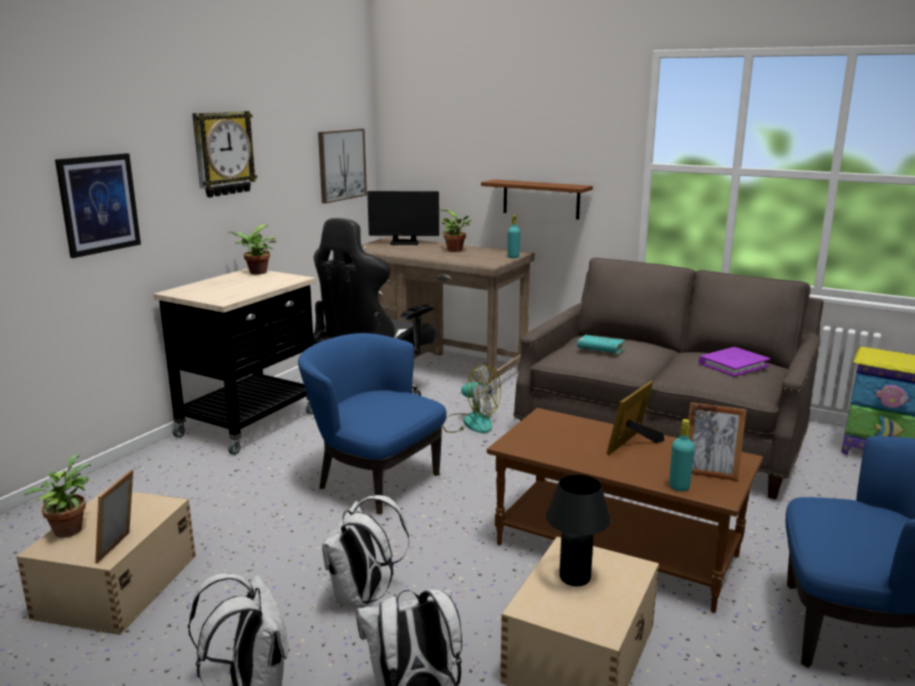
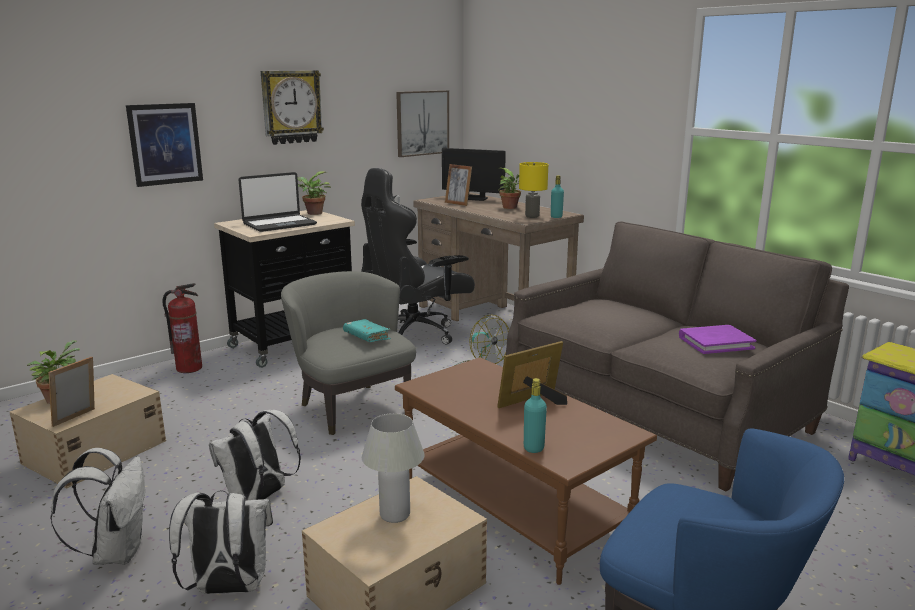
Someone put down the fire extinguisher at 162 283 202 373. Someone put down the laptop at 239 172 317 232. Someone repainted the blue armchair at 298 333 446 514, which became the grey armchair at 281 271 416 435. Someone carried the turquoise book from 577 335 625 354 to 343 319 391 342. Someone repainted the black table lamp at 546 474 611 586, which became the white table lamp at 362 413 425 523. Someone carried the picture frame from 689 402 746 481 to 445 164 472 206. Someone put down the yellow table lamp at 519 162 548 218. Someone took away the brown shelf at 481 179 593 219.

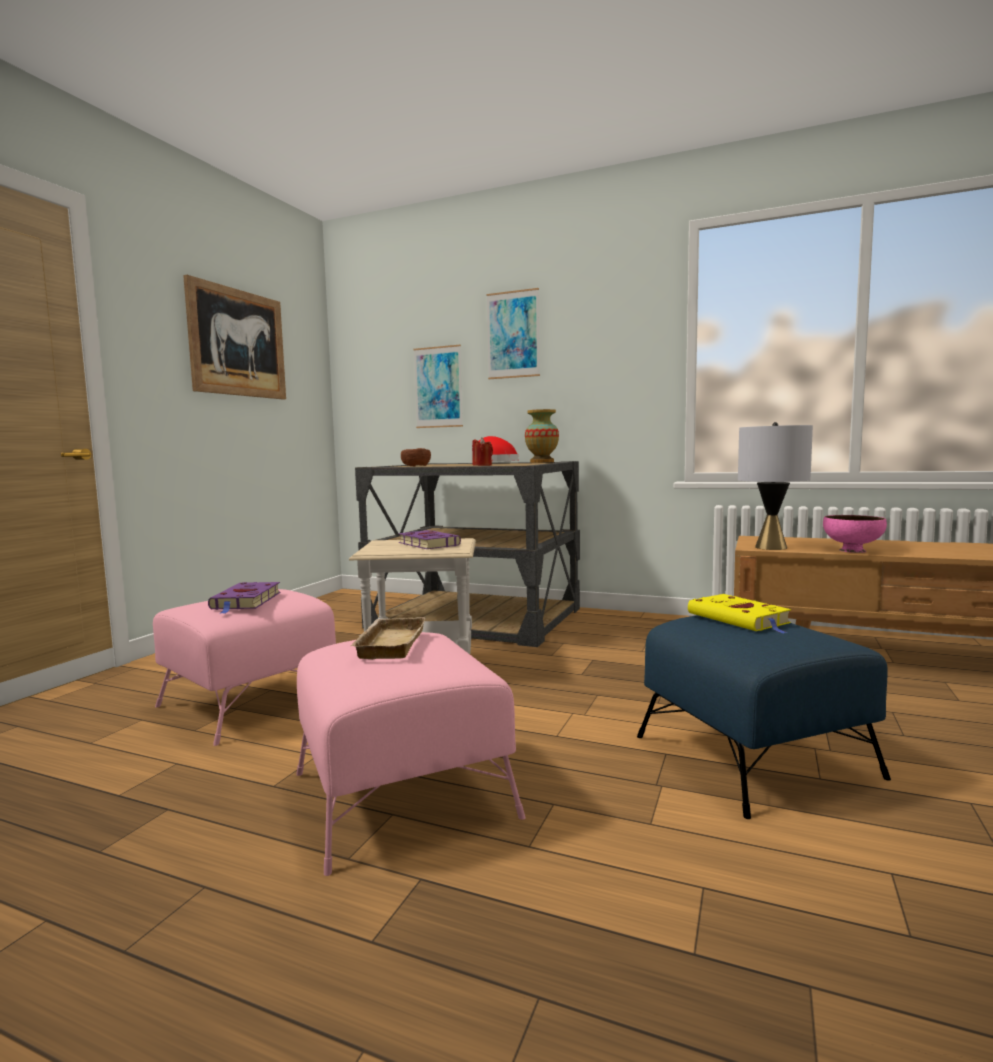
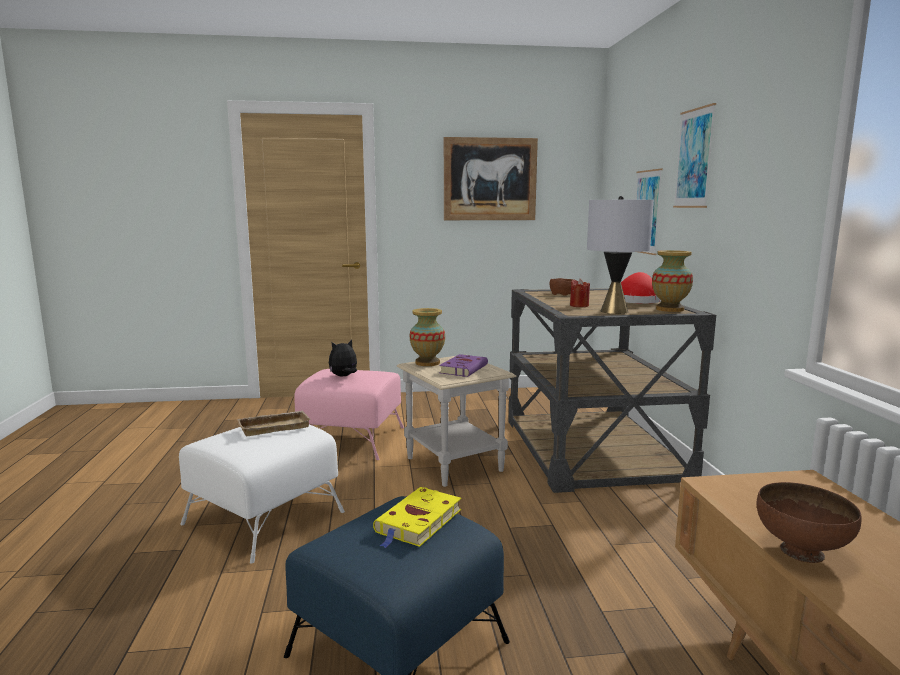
Someone repainted the pink ottoman at 296 632 526 876, which became the white ottoman at 179 425 345 564. Someone swapped the purple book at 208 582 281 614 for the plush toy at 329 340 357 376. Someone put down the vase at 410 308 445 366. Someone carried the grey table lamp from 738 422 813 550 to 587 196 654 314. Someone repainted the pink bowl at 823 515 887 553, which became the brown bowl at 757 482 862 563.

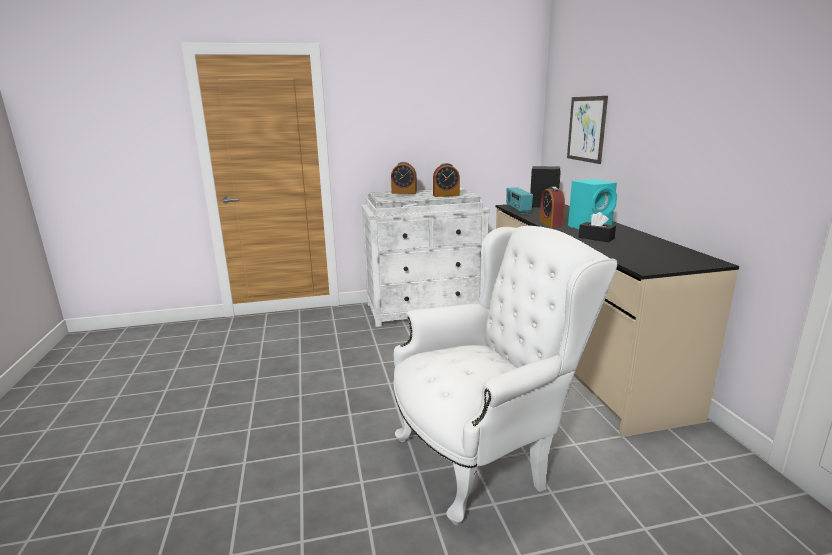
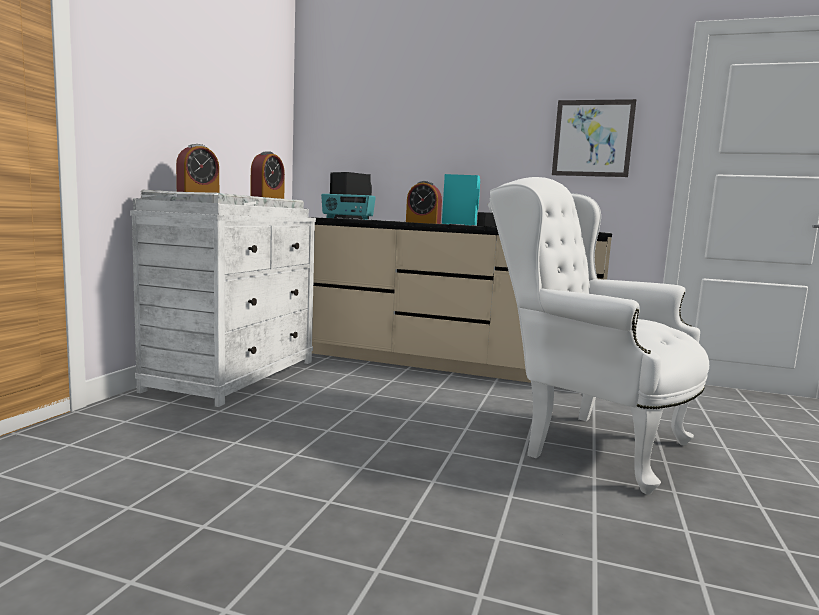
Someone rotated the white armchair at 394 226 617 525 by 60 degrees counterclockwise. Someone carried the picture from 567 96 608 164 to 552 99 636 177.

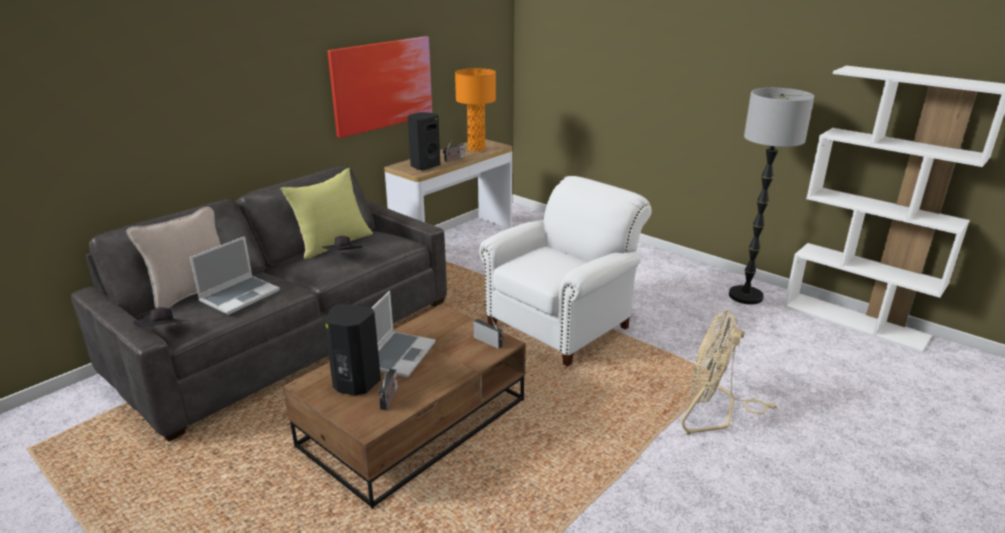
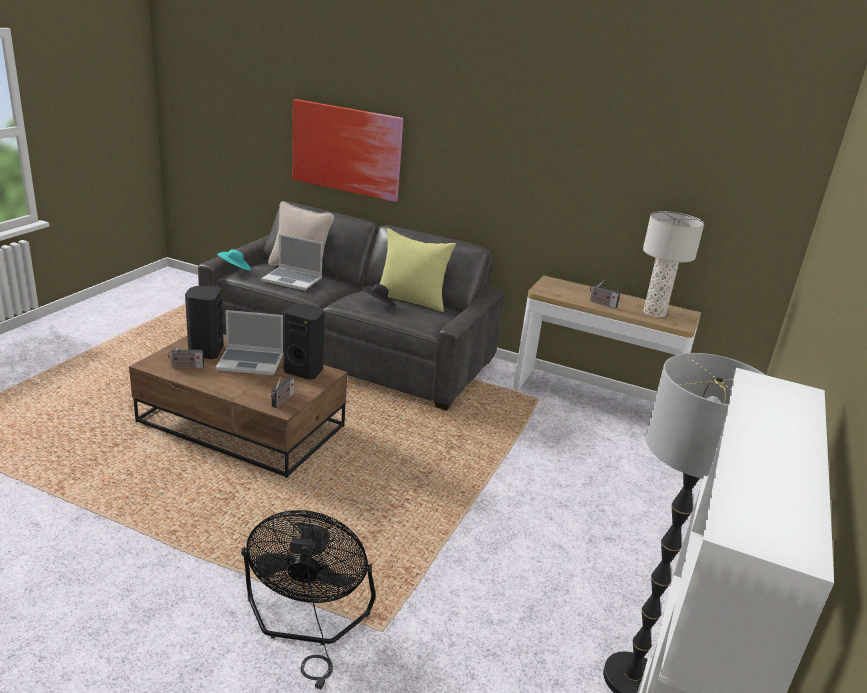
Someone repainted the black hat at 134 307 188 328, which became the turquoise hat at 217 249 251 271. Someone repainted the beige fan at 681 310 776 435, which became the black fan at 241 510 376 689. Someone carried the black speaker from 408 112 440 171 to 284 304 325 380. Someone carried the picture from 328 36 432 138 to 292 99 403 202. Someone repainted the orange table lamp at 455 68 496 152, which became the white table lamp at 643 211 704 317. Someone took away the white armchair at 479 176 652 366.

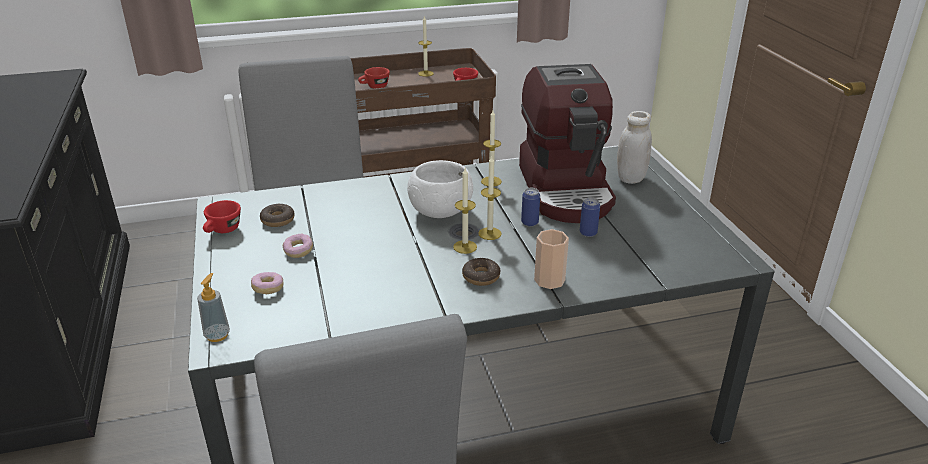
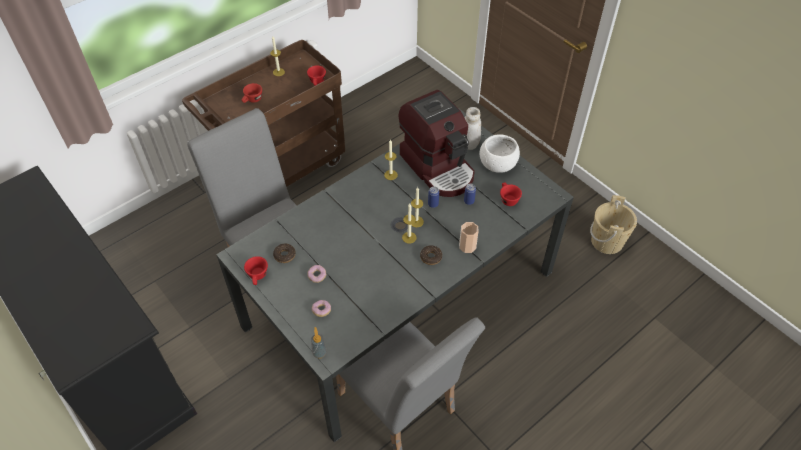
Someone carried the white bowl from 407 160 473 218 to 479 134 520 173. Someone put down the red cup at 500 183 522 206. Someone put down the beige bucket at 590 195 637 254.

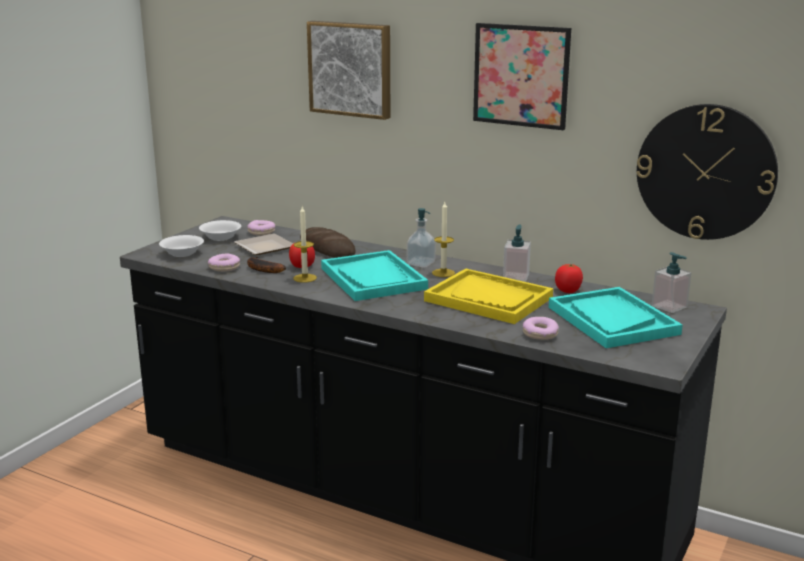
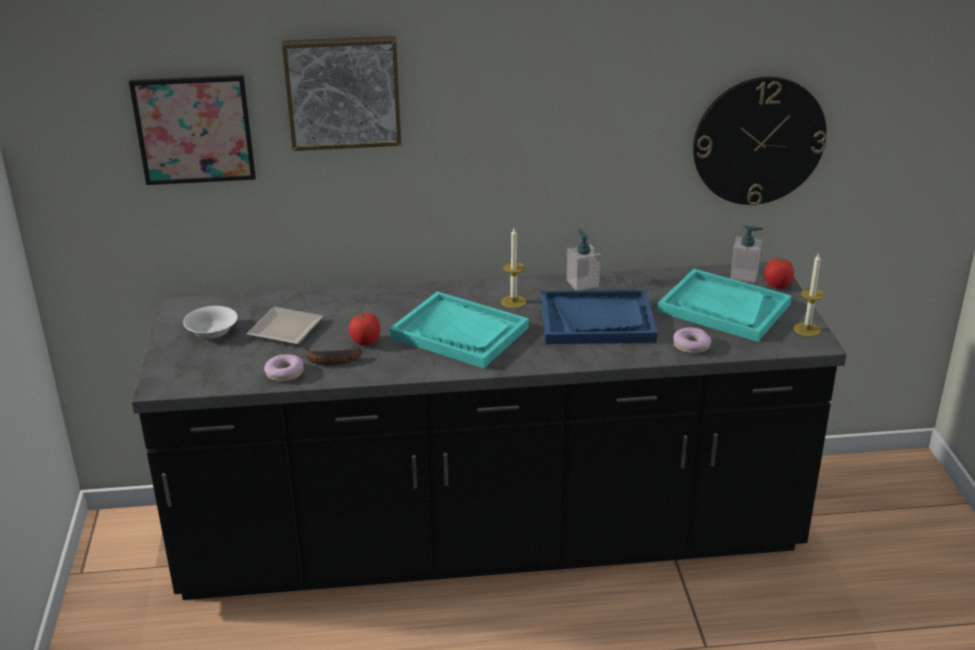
Someone carried the picture from 473 23 571 130 to 129 75 256 185. Someone repainted the yellow tray at 424 269 553 324, which became the blue tray at 541 290 658 344. Someone carried the tomato from 555 264 583 293 to 764 258 794 289. Someone carried the candle from 293 206 317 283 to 794 253 824 337. Someone took away the white bowl at 159 235 204 257. Someone took away the donut at 247 220 275 236. Someone took away the bread at 300 227 356 258. Someone took away the soap dispenser at 407 208 436 267.

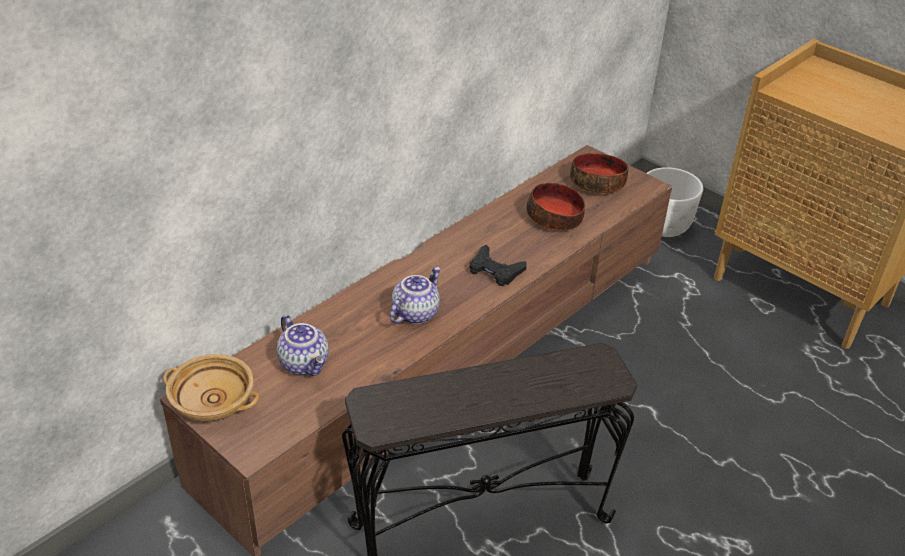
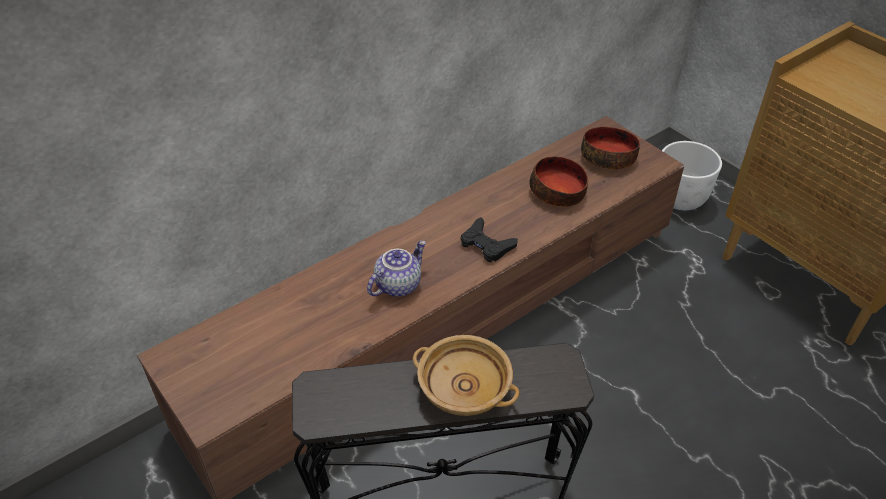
Someone carried the beige bowl from 163 354 259 421 to 413 335 519 416. Someone took away the teapot at 277 315 329 376.

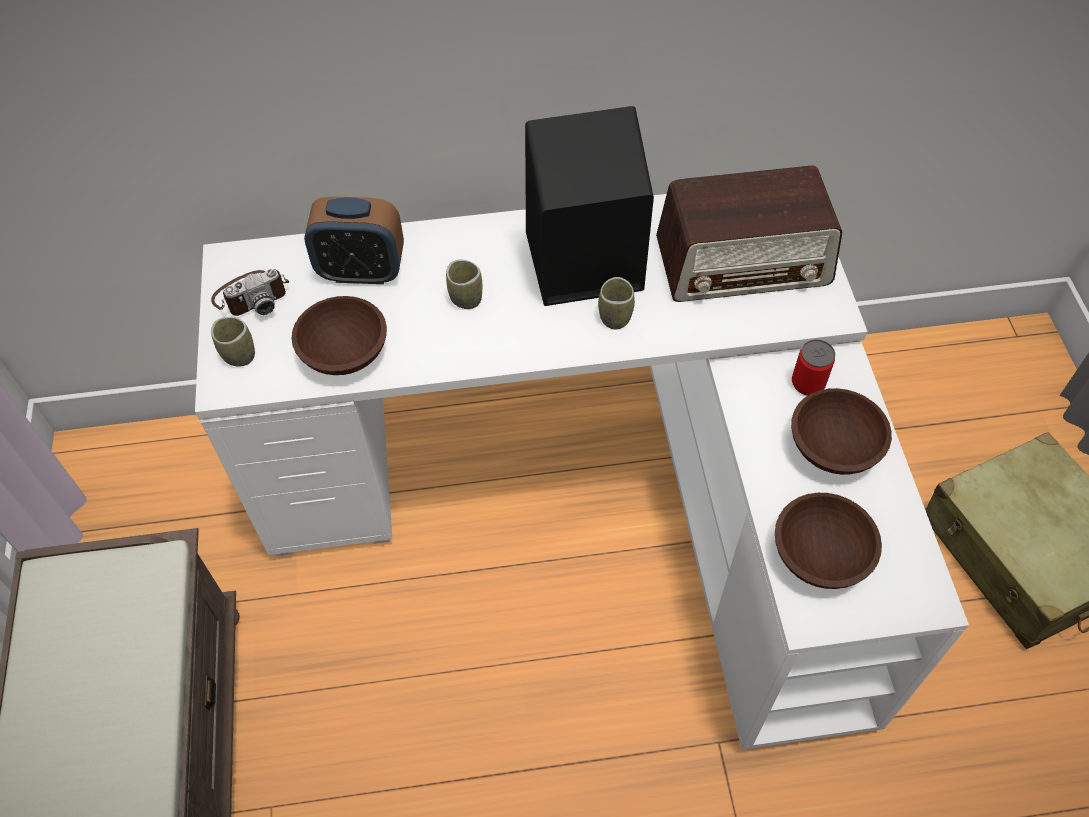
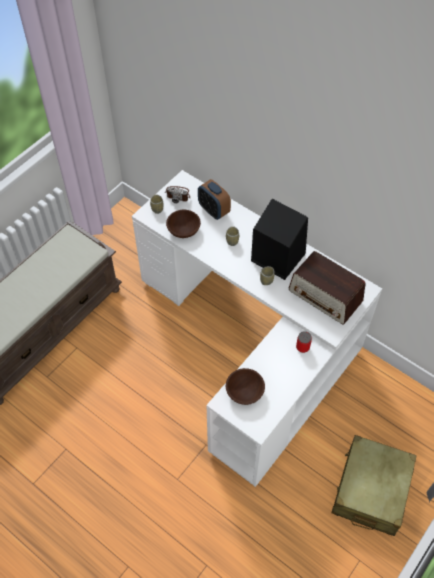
Someone took away the brown bowl at 791 388 892 475.

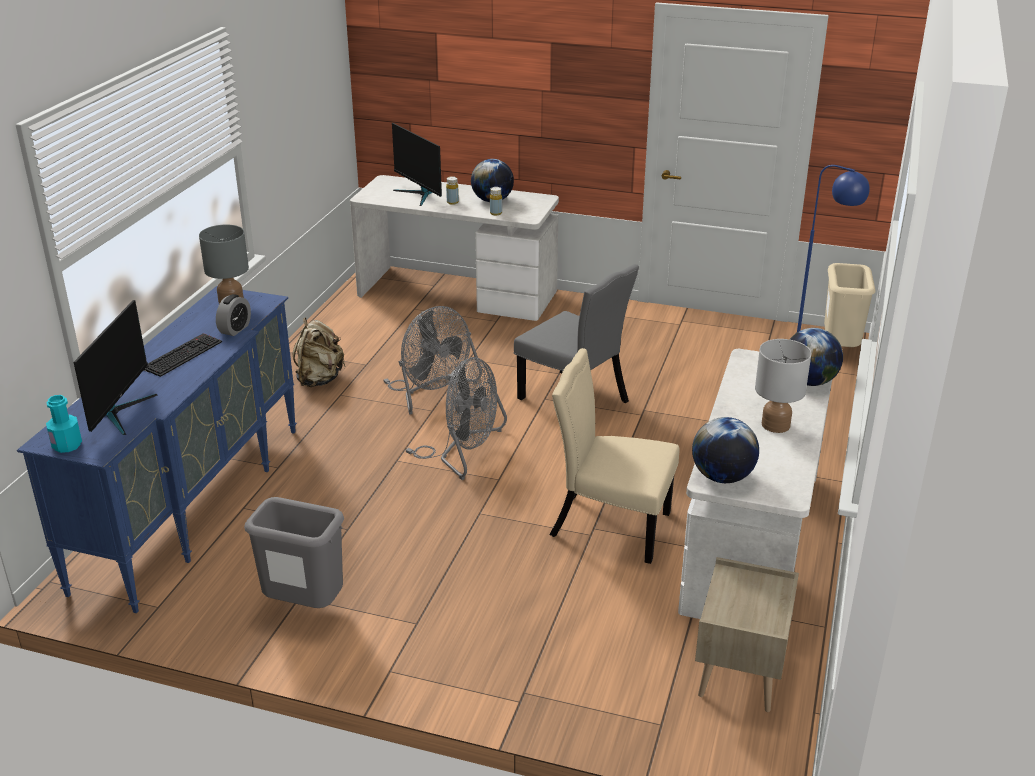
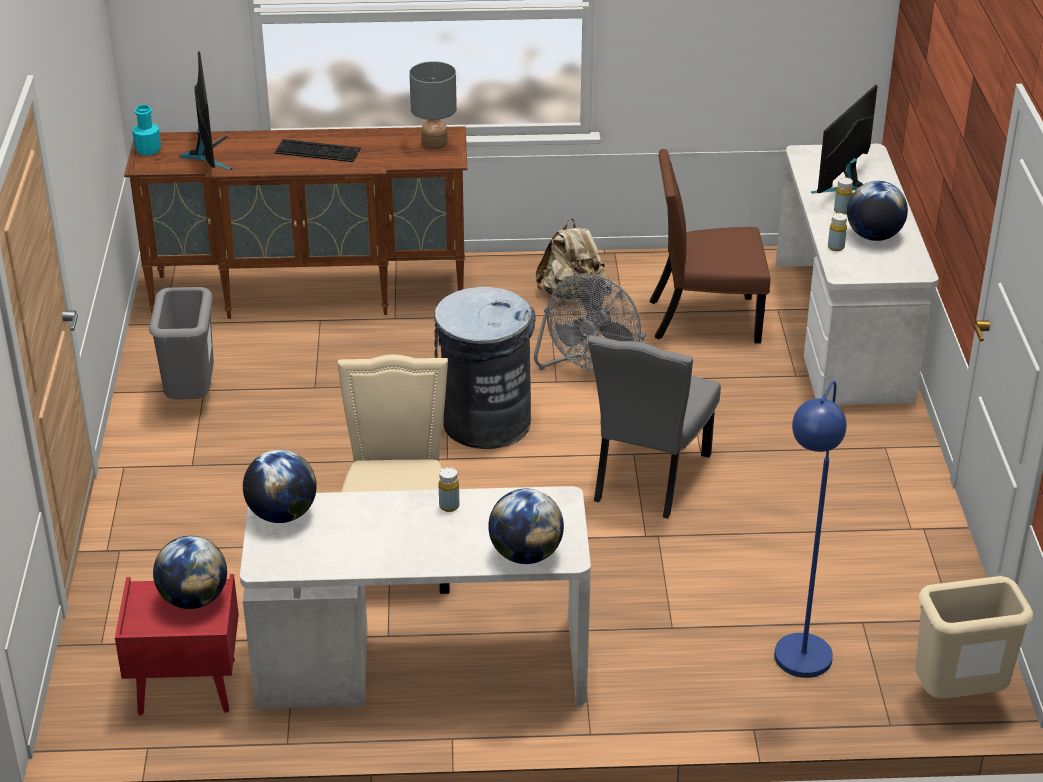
Someone repainted the beige nightstand at 695 557 799 712, which became the red nightstand at 115 574 239 715. Someone repainted the blue cabinet at 17 286 297 613, which became the brown cabinet at 124 126 467 319. Someone put down the globe at 153 536 227 609. Someone rotated the monitor at 74 300 158 435 by 90 degrees counterclockwise. Someone swapped the grey fan at 405 357 507 480 for the grey trash can at 434 287 536 449. Someone put down the yellow bottle at 439 467 459 512. Someone put down the brown chair at 650 149 770 344. Someone took away the alarm clock at 216 294 251 336. Someone took away the grey table lamp at 755 339 811 433.

